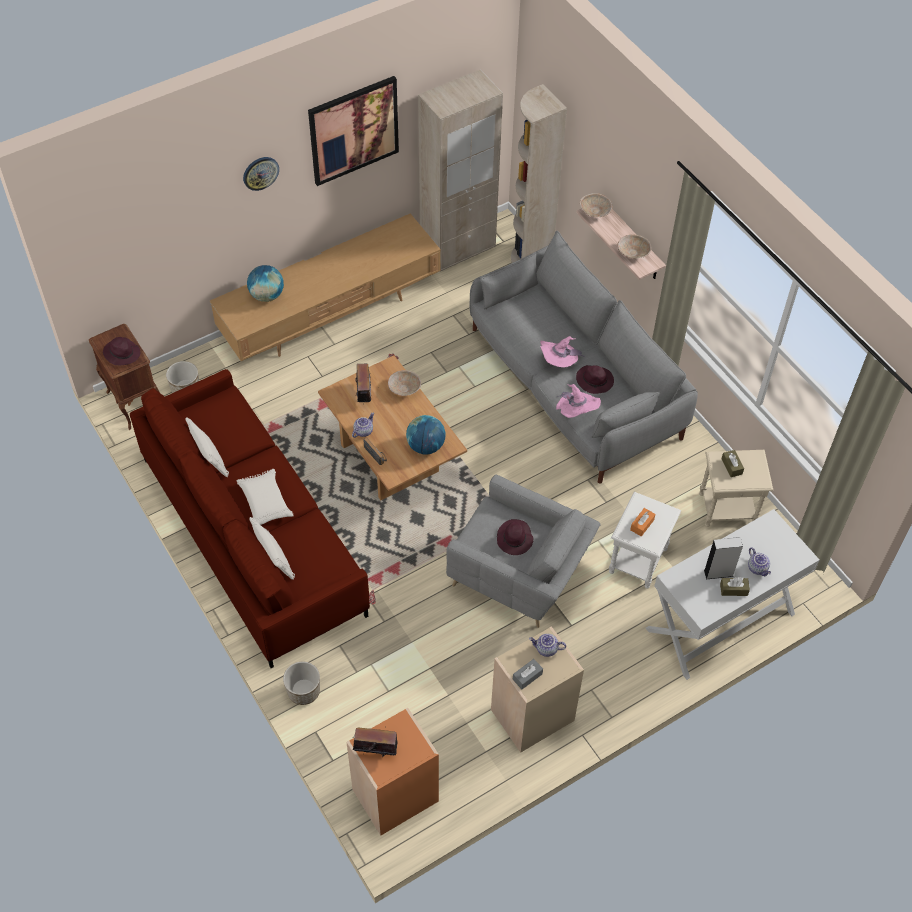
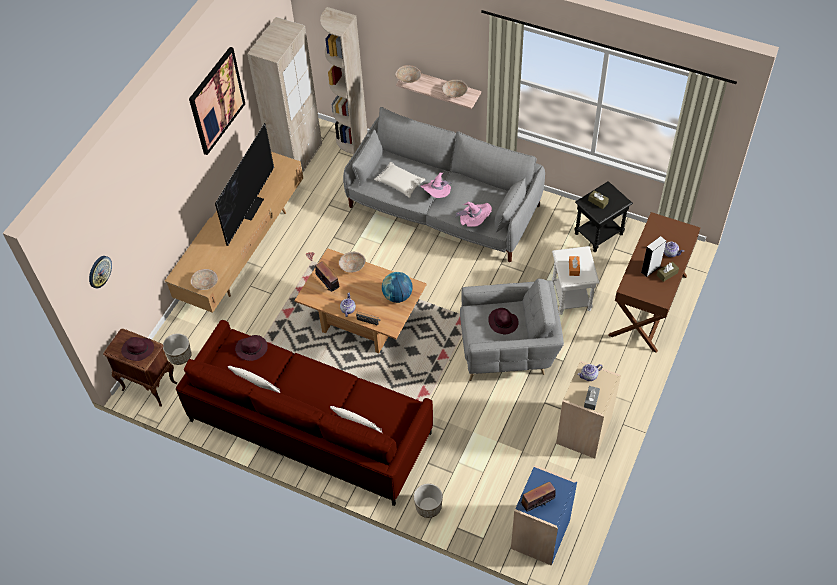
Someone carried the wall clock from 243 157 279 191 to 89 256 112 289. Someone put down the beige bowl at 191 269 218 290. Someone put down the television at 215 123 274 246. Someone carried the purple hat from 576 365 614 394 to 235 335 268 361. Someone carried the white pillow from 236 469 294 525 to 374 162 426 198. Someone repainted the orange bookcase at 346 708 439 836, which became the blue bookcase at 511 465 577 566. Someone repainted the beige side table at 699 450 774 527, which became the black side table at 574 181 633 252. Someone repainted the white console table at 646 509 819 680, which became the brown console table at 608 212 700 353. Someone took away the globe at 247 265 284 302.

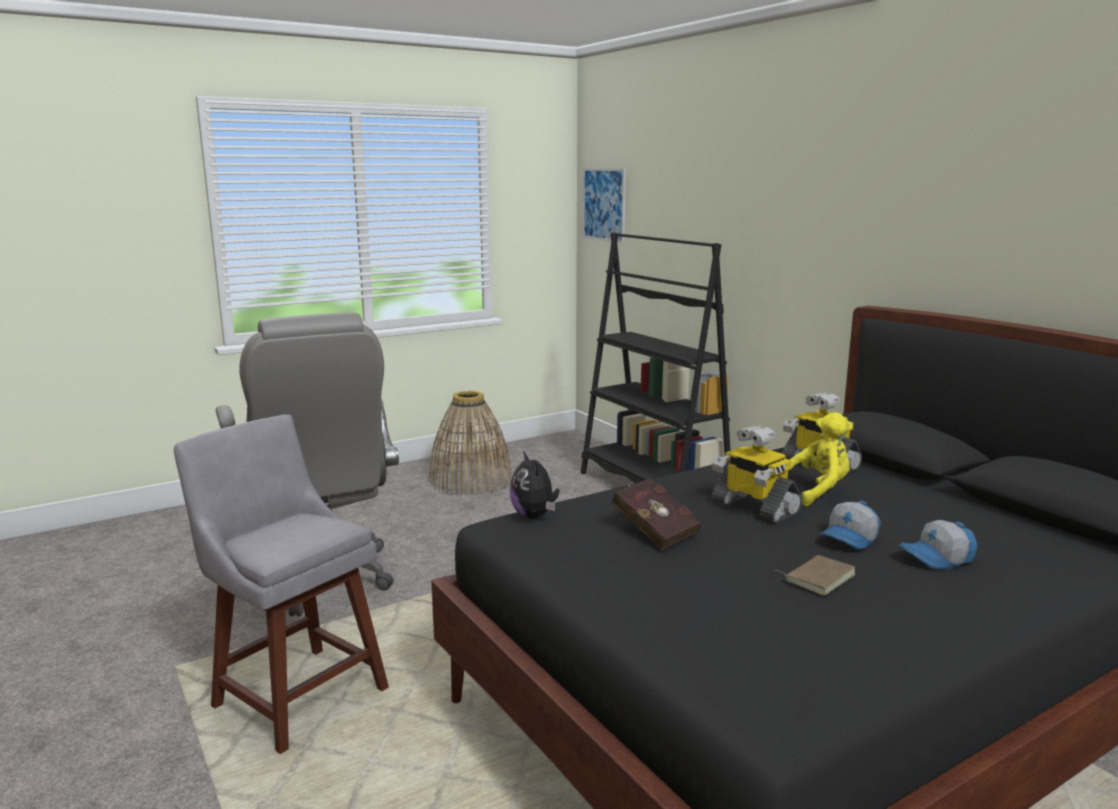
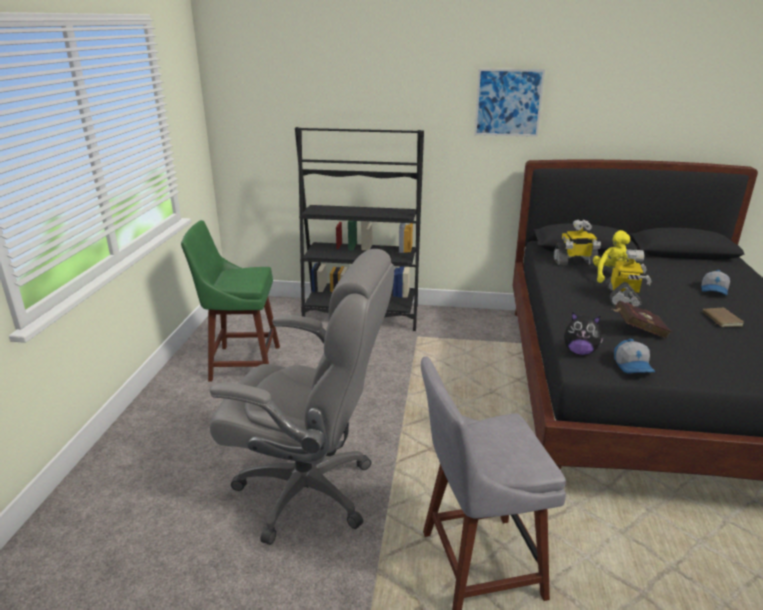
Someone swapped the basket at 429 391 512 495 for the green chair at 181 220 280 382. Someone carried the picture from 583 168 626 243 to 474 69 545 137. Someone rotated the toy robot at 711 425 802 524 by 75 degrees counterclockwise. Someone carried the cap from 819 500 881 550 to 614 339 655 374.

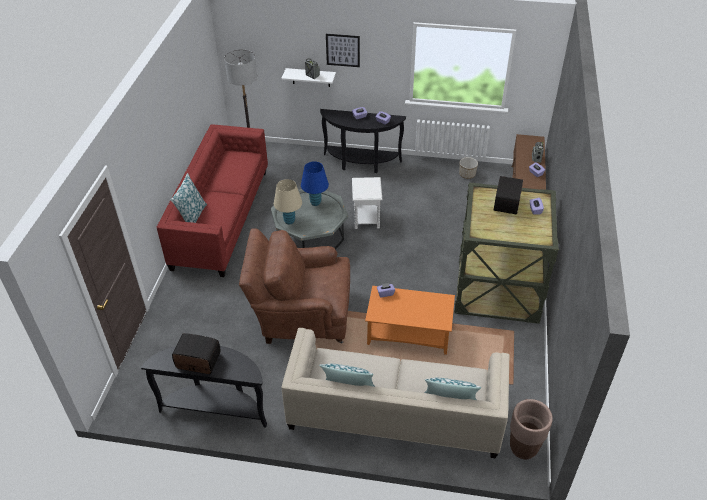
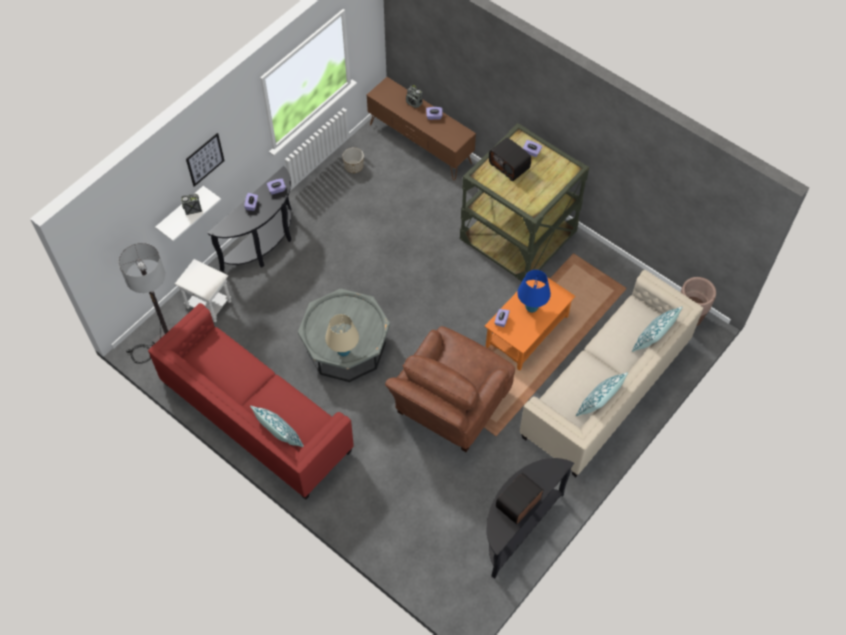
Someone carried the white side table from 352 177 382 229 to 175 259 231 322. Someone carried the blue table lamp from 301 161 329 206 to 517 270 551 313.

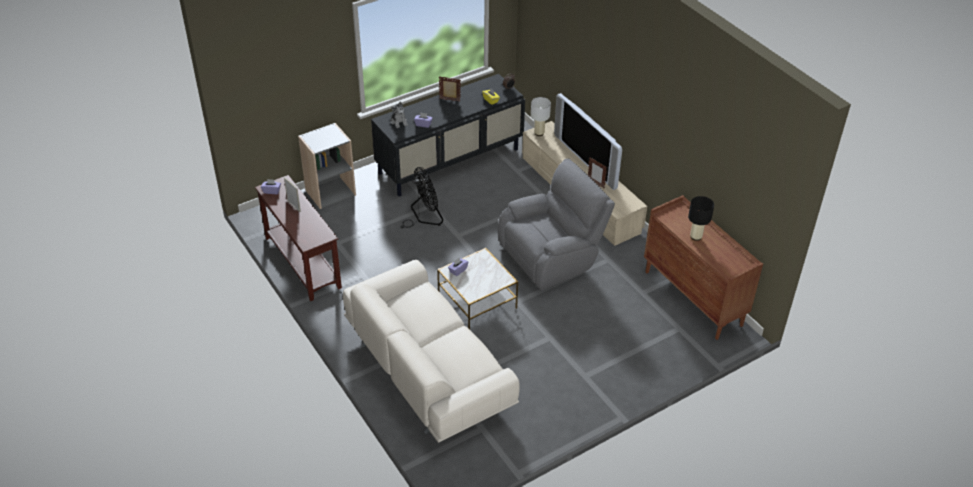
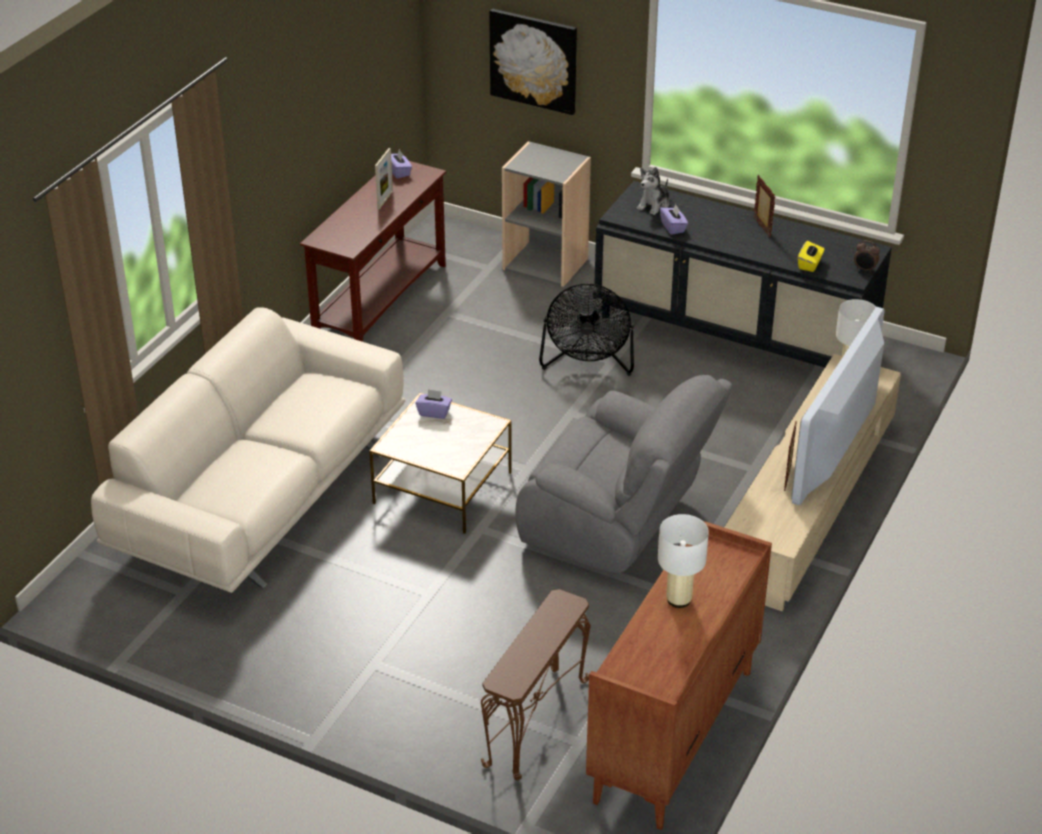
Someone put down the brown side table at 481 589 591 781. Someone put up the picture at 489 9 577 115. Someone rotated the black fan at 400 167 443 228 by 60 degrees clockwise. Someone repainted the black table lamp at 688 196 714 241, which became the white table lamp at 658 514 709 608.

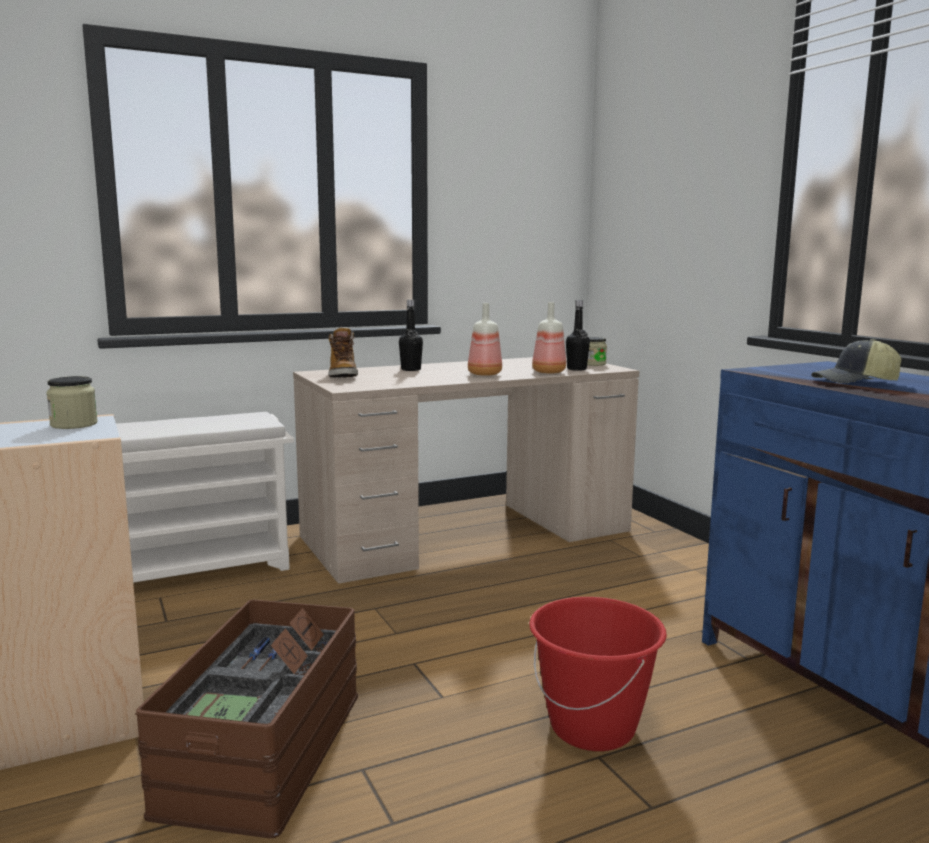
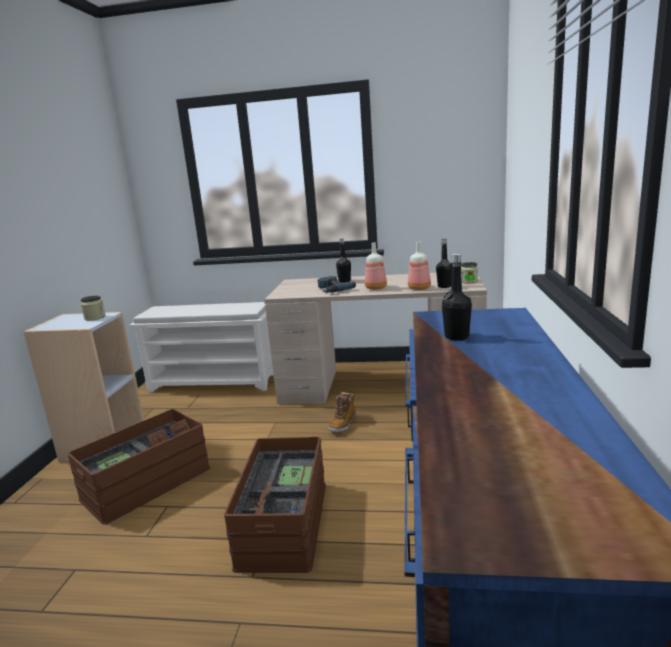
Someone swapped the red bucket at 529 597 667 751 for the brown storage box at 224 437 326 573. Someone put down the power drill at 317 276 356 293. Someone carried the boot from 328 327 358 378 to 329 392 356 432. Someone swapped the cap at 811 339 902 383 for the black bottle at 442 254 472 340.

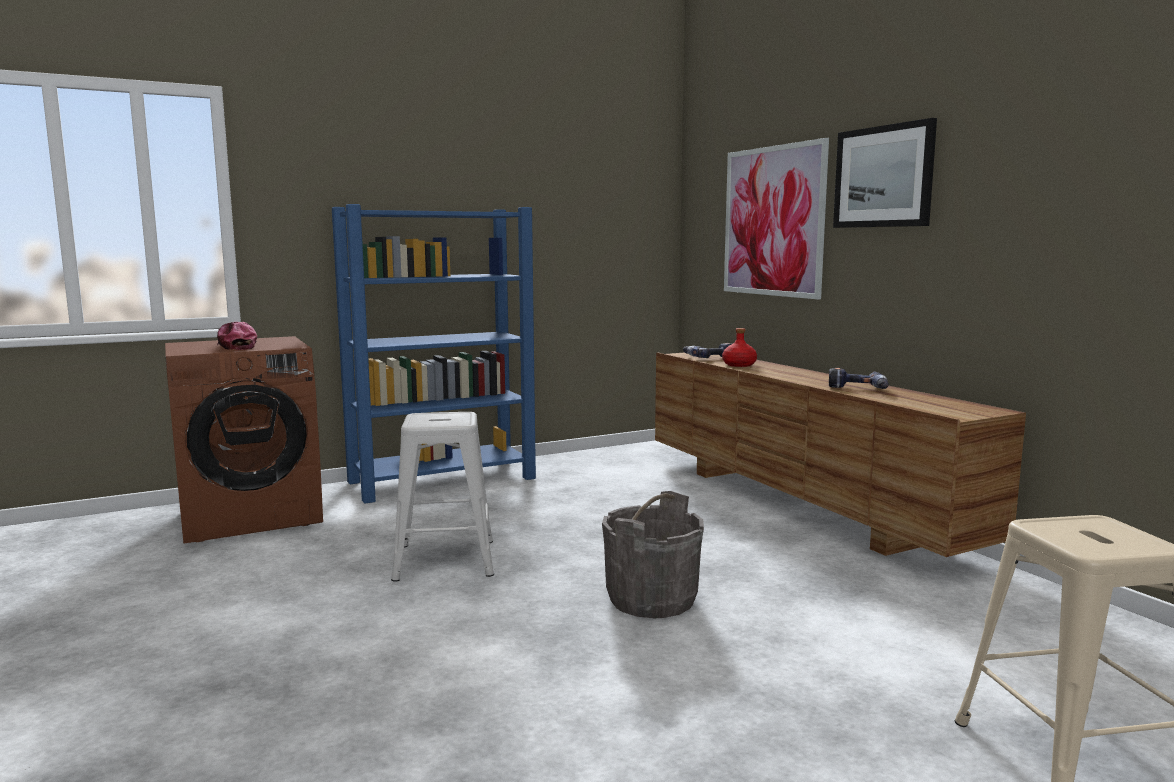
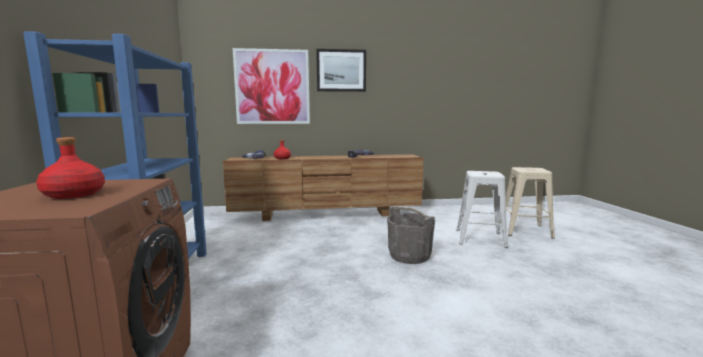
Someone swapped the cap at 217 321 257 350 for the red bottle at 36 137 105 199. Someone carried the white stool from 391 412 494 582 to 456 171 508 248.

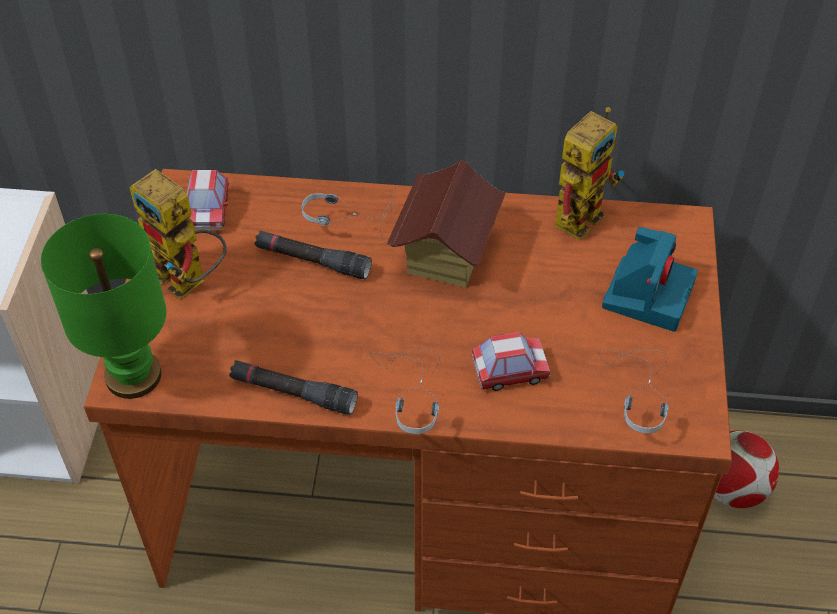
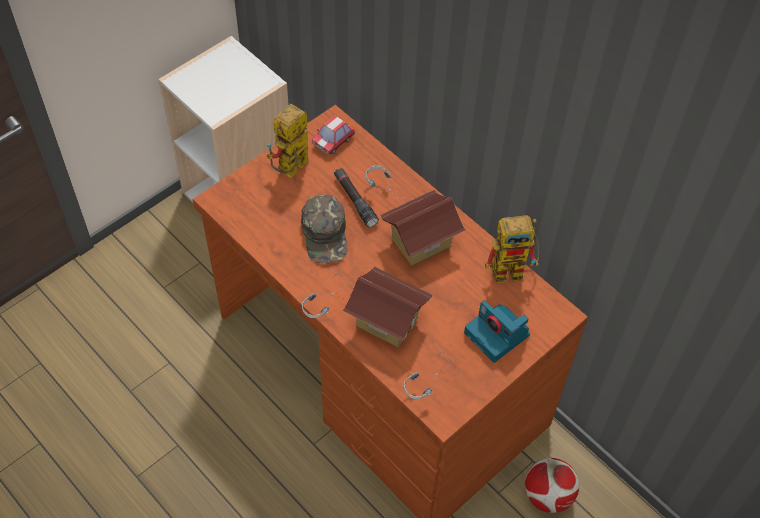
Someone rotated the toy robot at 130 169 227 300 by 45 degrees clockwise. Someone put down the green cap at 301 195 348 263. Someone swapped the toy car at 471 332 550 391 for the toy house at 343 267 433 347. Someone rotated the photo camera at 602 227 698 332 by 75 degrees clockwise. Someone took away the green table lamp at 41 214 166 399. Someone took away the black flashlight at 229 360 358 415.

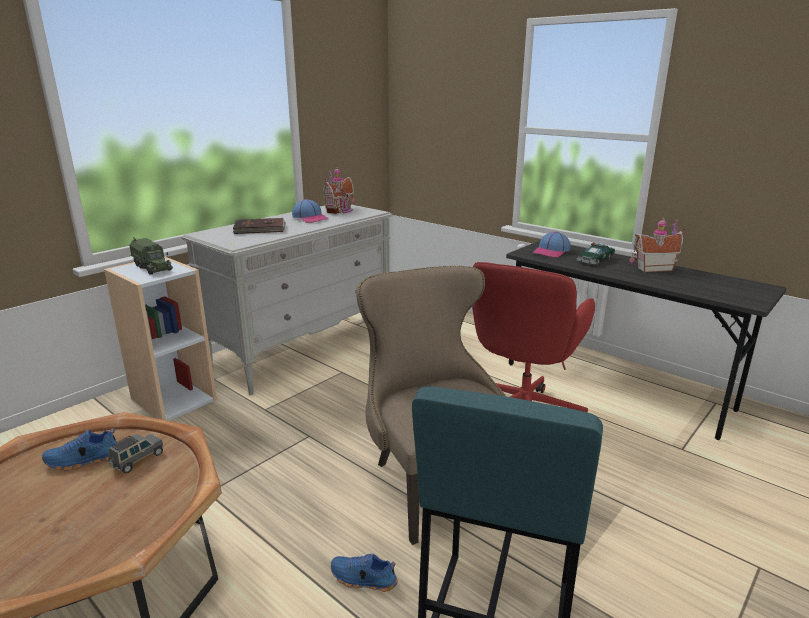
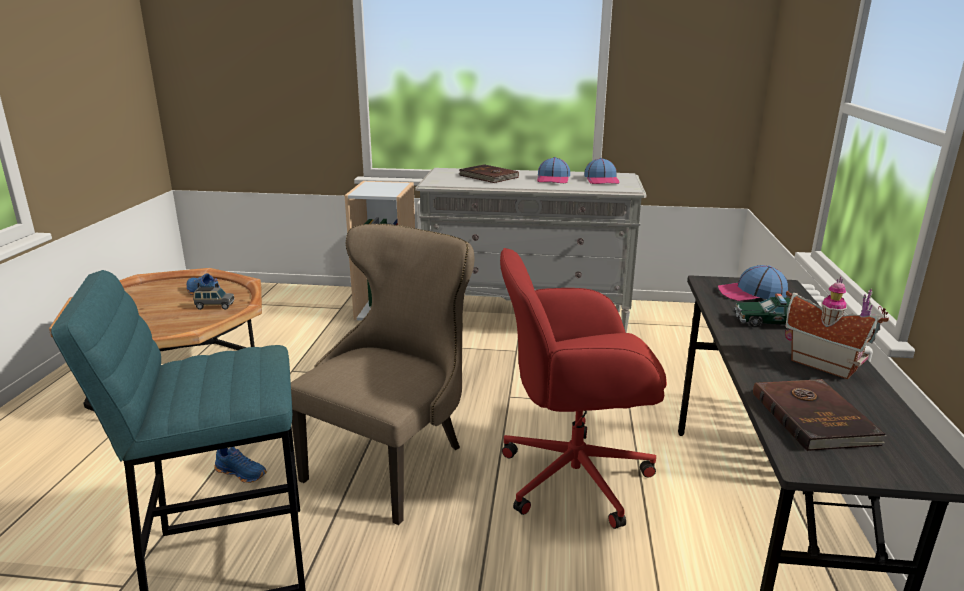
Someone rotated the blue shoe at 331 554 398 592 by 135 degrees clockwise. Someone swapped the toy house at 323 167 355 214 for the cap at 584 158 620 184. Someone put down the brown book at 753 379 886 451. Someone took away the toy truck at 129 237 173 274.

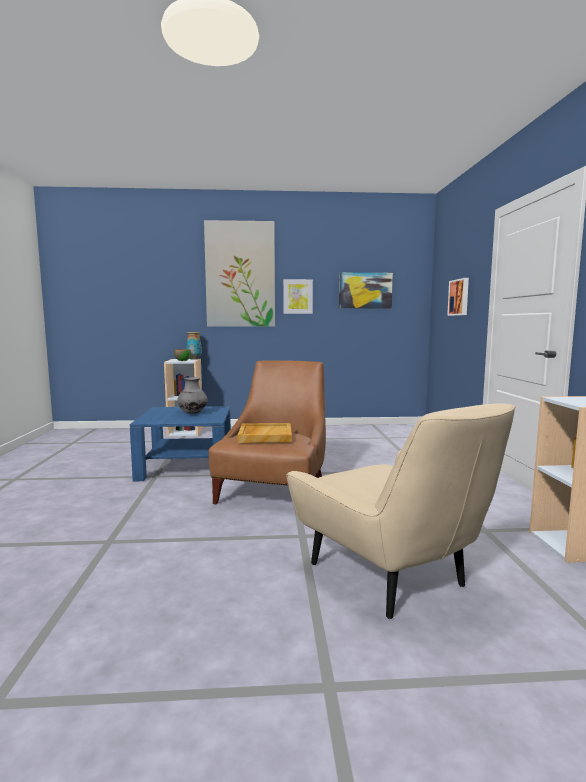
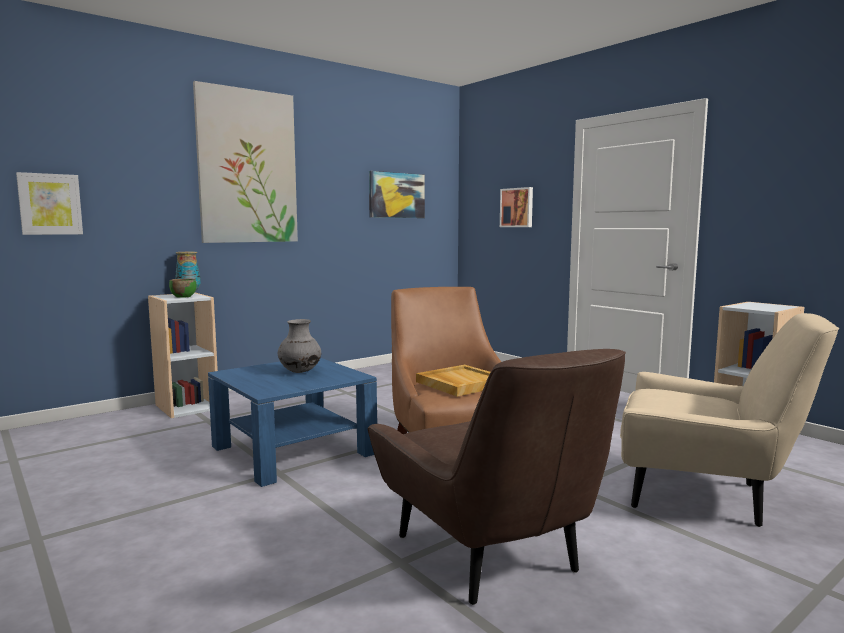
Someone carried the picture from 283 279 313 314 to 16 172 83 235. Someone put down the brown armchair at 368 349 626 605.

